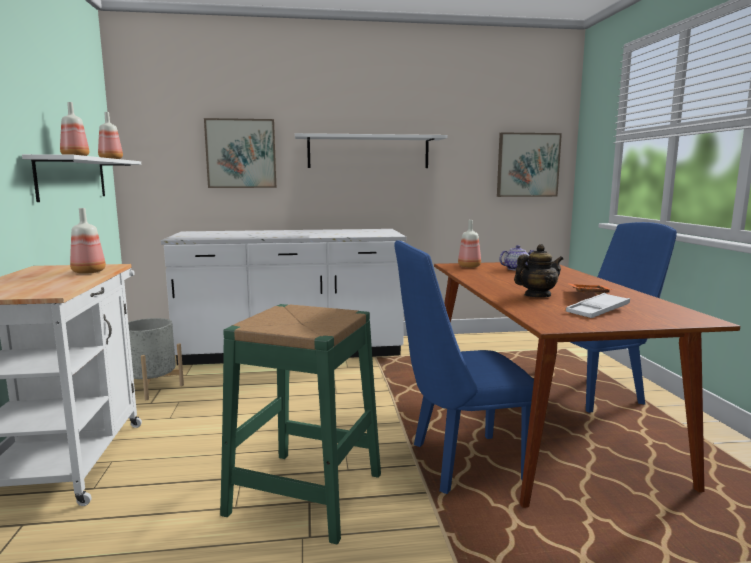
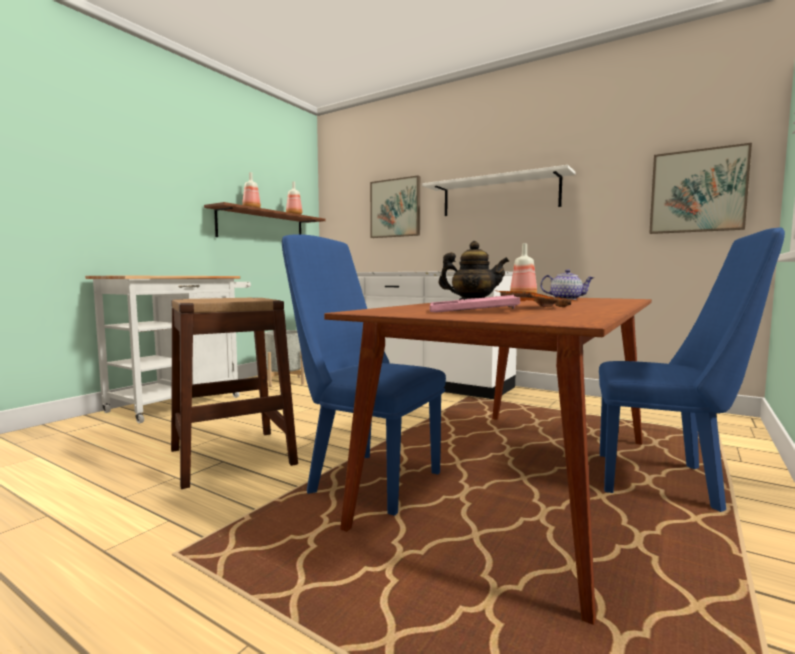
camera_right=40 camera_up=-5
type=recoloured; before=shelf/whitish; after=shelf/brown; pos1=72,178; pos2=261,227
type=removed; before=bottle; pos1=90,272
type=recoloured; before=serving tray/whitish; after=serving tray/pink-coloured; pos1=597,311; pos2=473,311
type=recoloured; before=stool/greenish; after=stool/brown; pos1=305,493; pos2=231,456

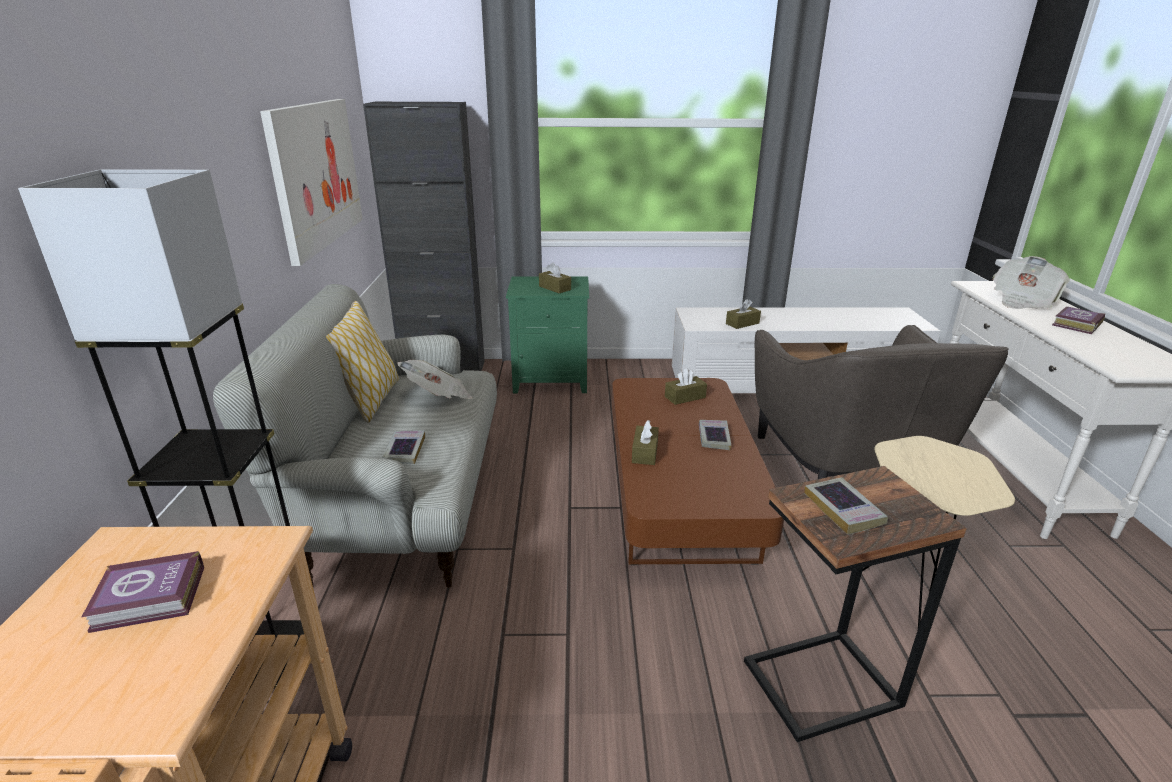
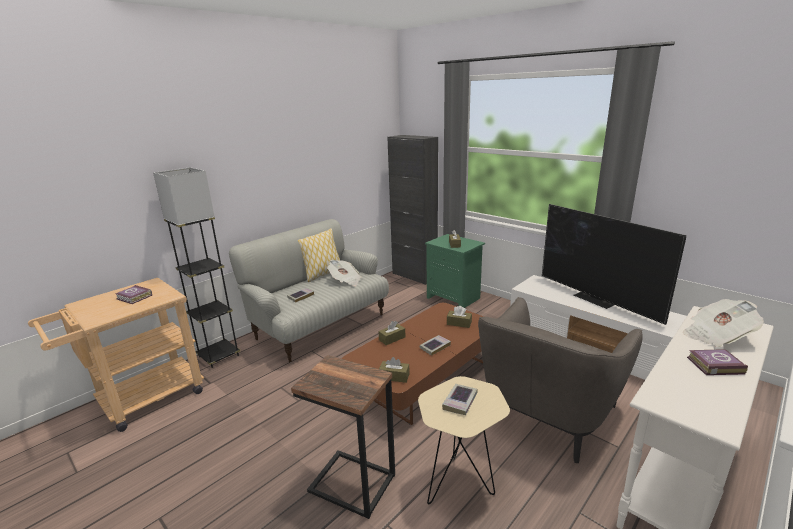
camera_right=45 camera_up=-5
type=removed; before=picture; pos1=316,175
type=moved; before=tissue holder/brown; pos1=742,323; pos2=394,376
type=moved; before=bound book; pos1=843,509; pos2=460,401
type=added; after=TV set; pos2=596,299

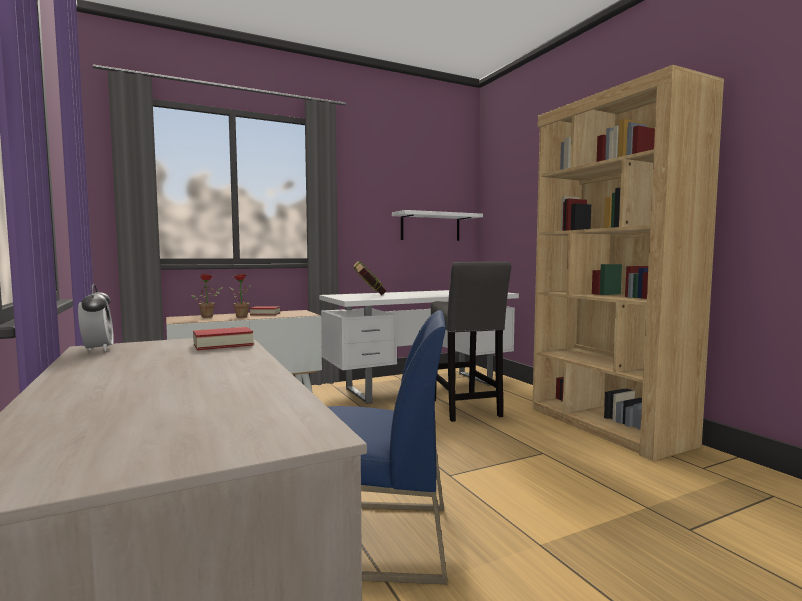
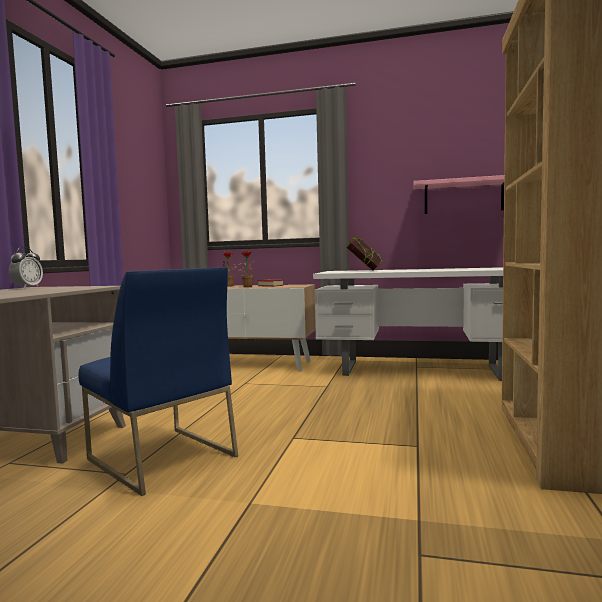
camera_right=40 camera_up=0
type=recoloured; before=shelf/whitish; after=shelf/pink-coloured; pos1=430,227; pos2=463,197
type=removed; before=stool/grey; pos1=465,409
type=removed; before=bound book; pos1=223,344

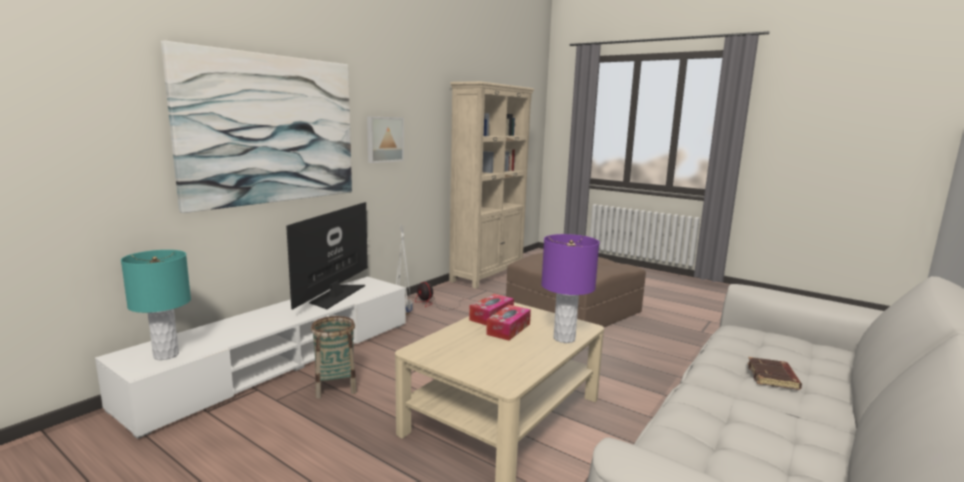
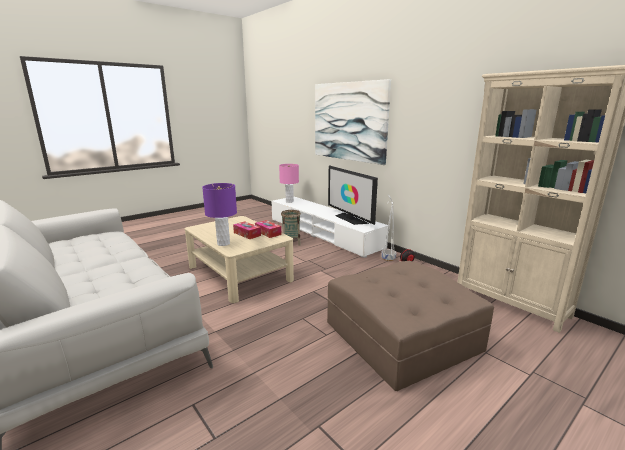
camera_right=105 camera_up=5
type=removed; before=picture; pos1=384,139
type=turned; before=TV set; pos1=336,295; pos2=350,219; turn=-150
type=recoloured; before=lamp for a table/turquoise-coloured; after=lamp for a table/pink-coloured; pos1=166,355; pos2=289,201
type=removed; before=bound book/brown; pos1=773,377

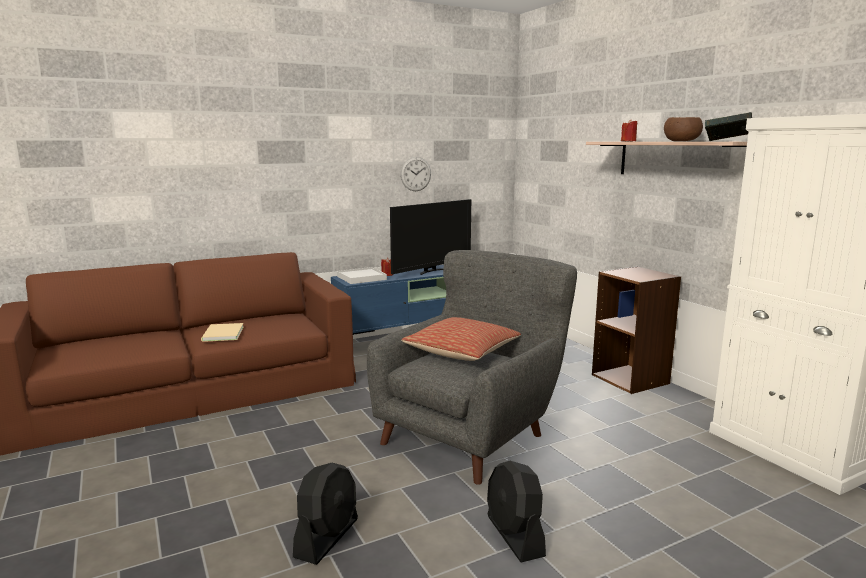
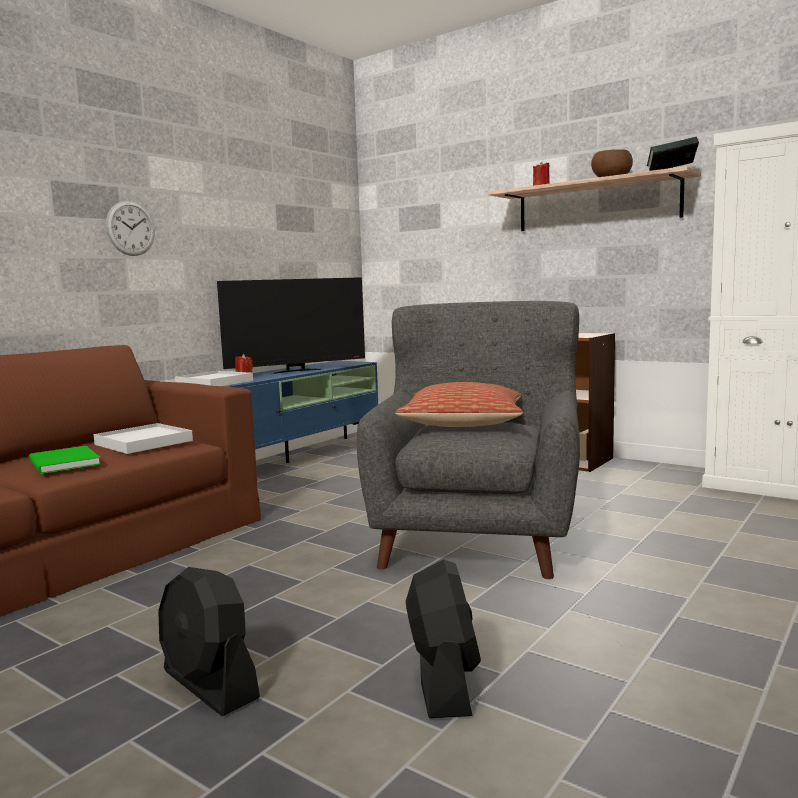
camera_right=-25 camera_up=-5
type=moved; before=wall clock; pos1=415,174; pos2=130,228
type=turned; before=TV set; pos1=431,271; pos2=296,371; turn=45
type=recoloured; before=bound book/beige; after=bound book/greenish; pos1=221,334; pos2=62,463
type=moved; before=electric fan/black-coloured; pos1=515,536; pos2=210,685
type=added; after=serving tray/whitish; pos2=143,442

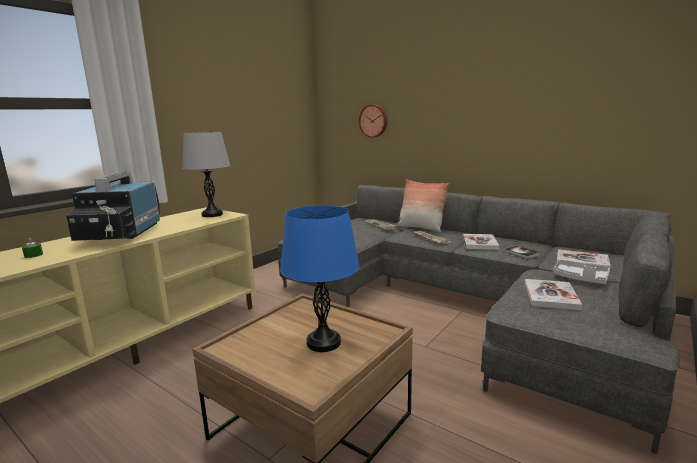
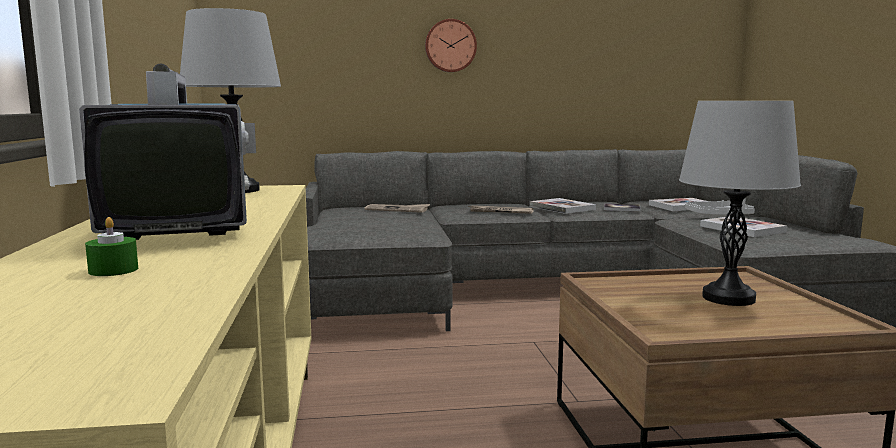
camera_right=-45 camera_up=-5
type=moved; before=wall clock; pos1=373,121; pos2=450,46
type=turned; before=TV set; pos1=121,235; pos2=180,224; turn=-150
type=removed; before=pillow; pos1=421,228
type=recoloured; before=lamp for a table/blue-coloured; after=lamp for a table/grey; pos1=323,342; pos2=728,298

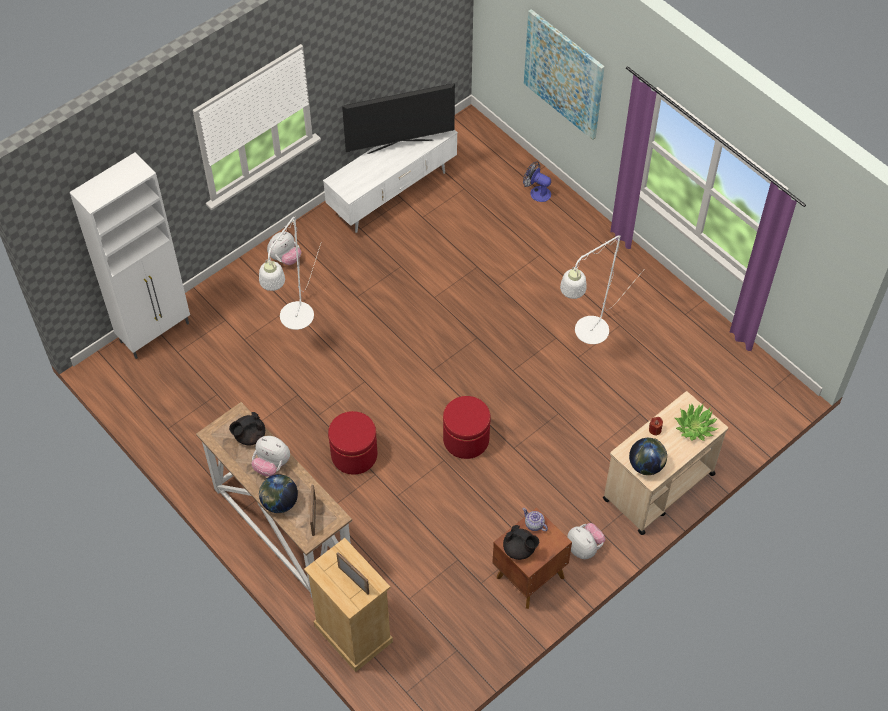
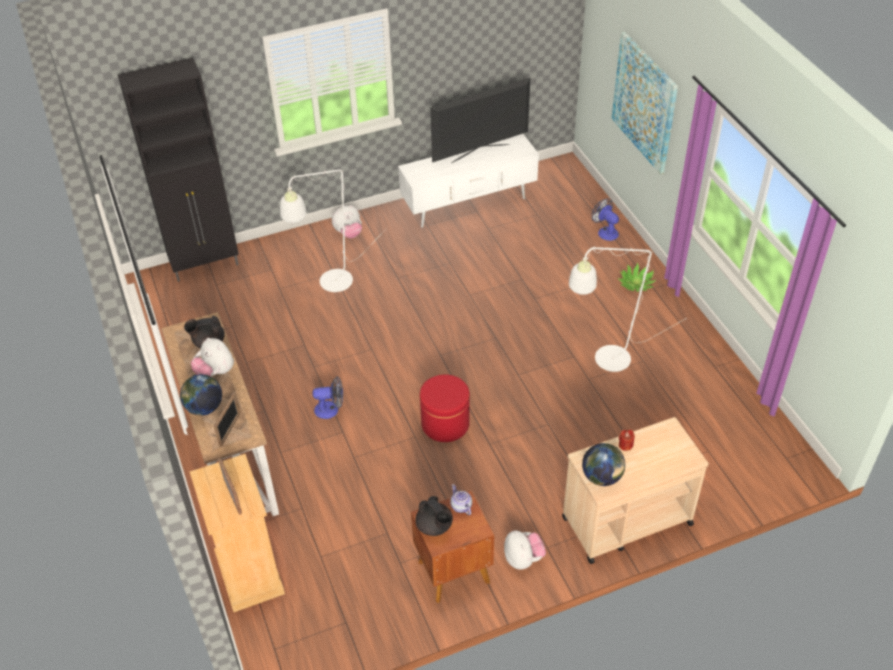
camera_right=20 camera_up=-10
type=turned; before=TV set; pos1=400,146; pos2=481,154; turn=150
type=recoloured; before=cupboard/whitish; after=cupboard/black-coloured; pos1=156,332; pos2=206,265
type=moved; before=plant in a pot; pos1=694,427; pos2=636,284
type=replaced; before=pouffe/red; after=electric fan; pos1=354,455; pos2=331,409

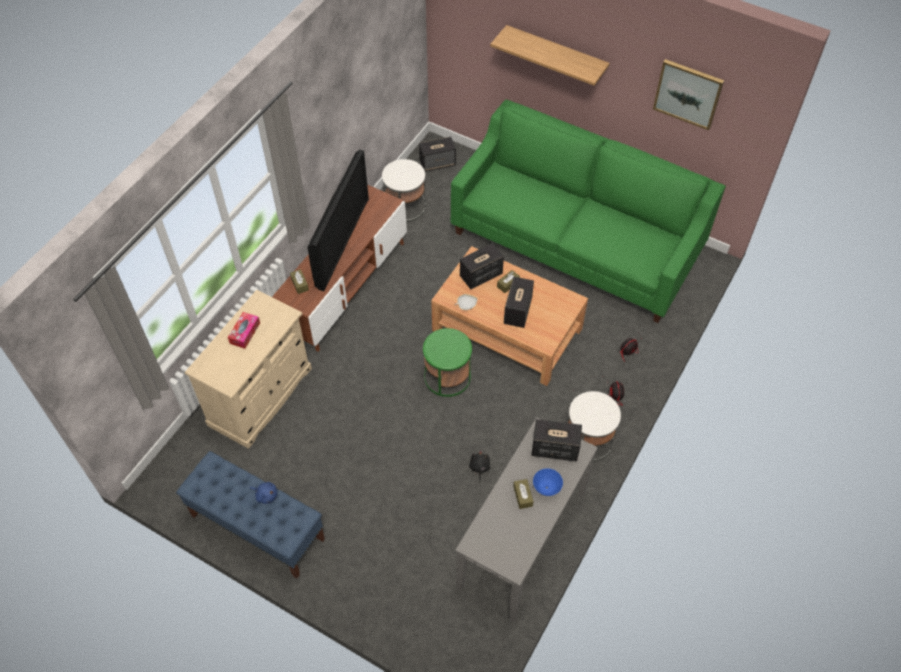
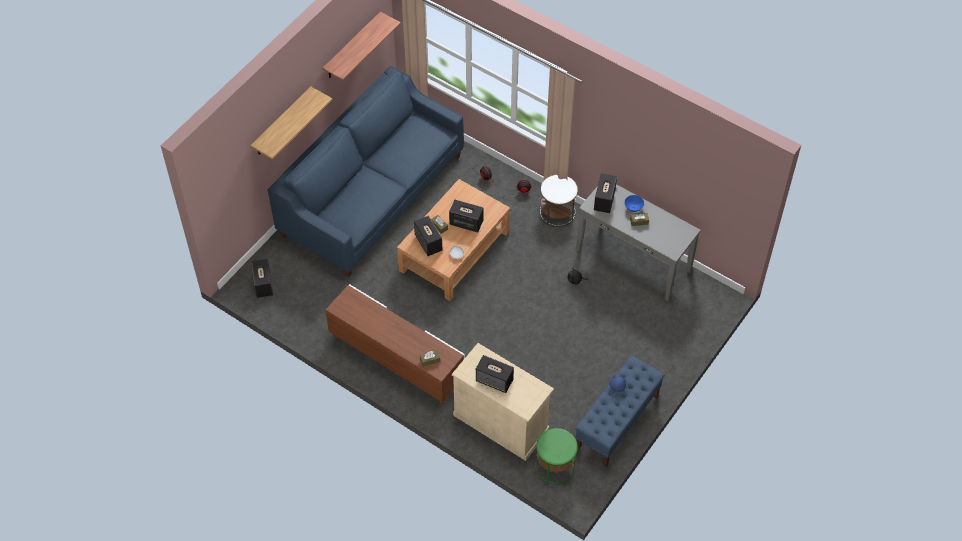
camera_right=-85 camera_up=0
type=replaced; before=picture; after=shelf; pos1=688,93; pos2=352,46
type=recoloured; before=sofa/greenish; after=sofa/blue-coloured; pos1=576,242; pos2=372,195
type=removed; before=TV set; pos1=340,241
type=removed; before=end table/whitish; pos1=405,206
type=replaced; before=tissue holder; after=loudspeaker; pos1=245,333; pos2=494,380
type=moved; before=end table/greenish; pos1=447,377; pos2=555,467

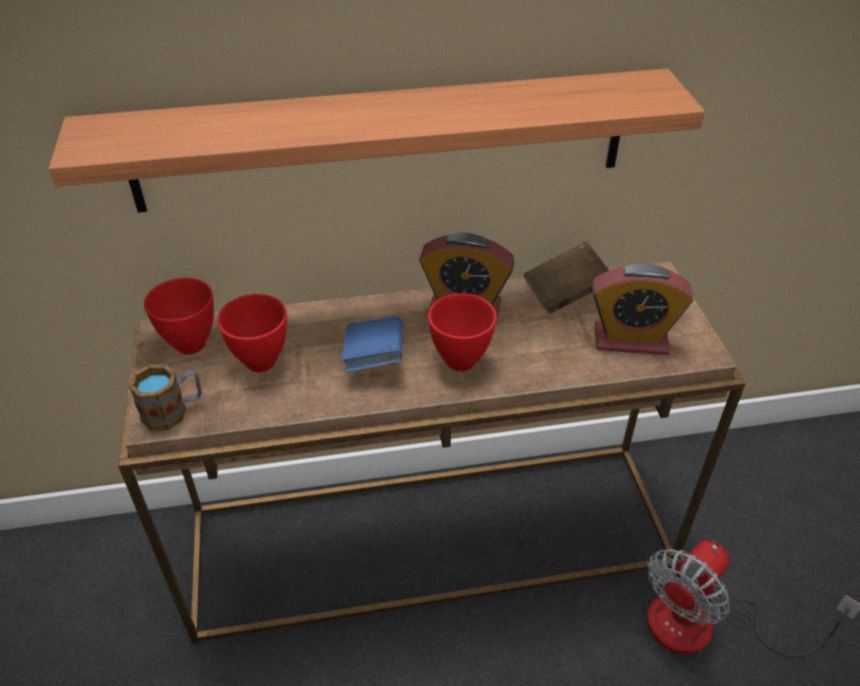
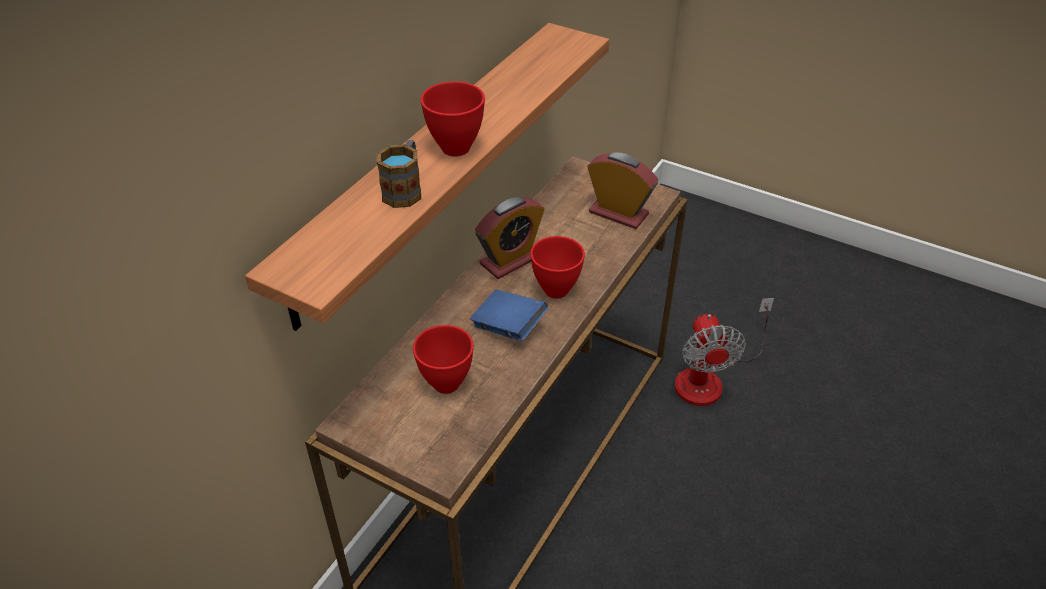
camera_right=-50 camera_up=0
type=removed; before=bound book/brown; pos1=565,293
type=turned; before=table clock; pos1=631,340; pos2=618,213; turn=-105
type=moved; before=deep dish/red; pos1=192,344; pos2=456,147
type=moved; before=coffee mug; pos1=173,411; pos2=405,189

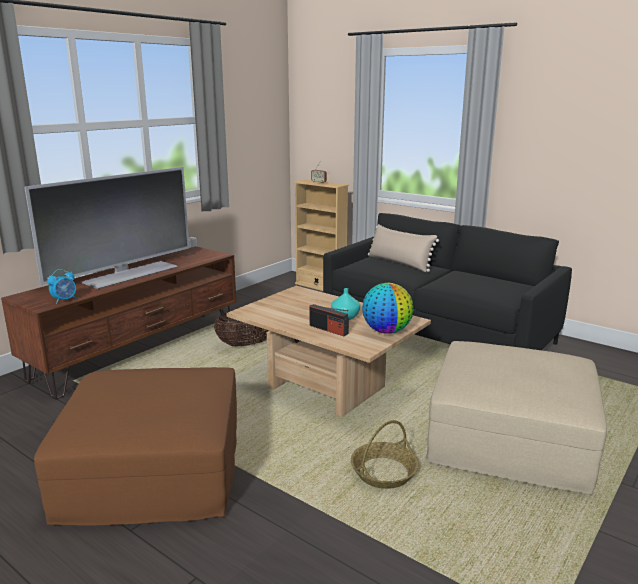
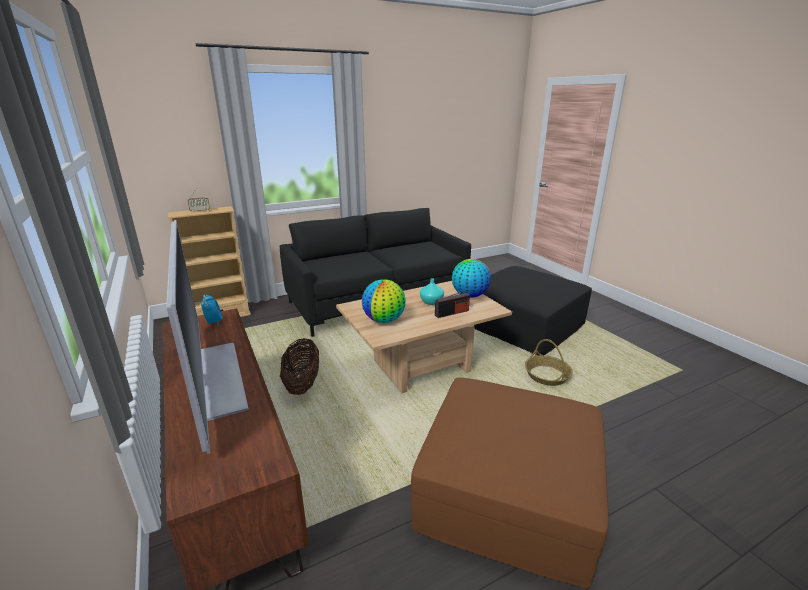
camera_right=-65 camera_up=5
type=removed; before=pillow/beige; pos1=399,263
type=moved; before=table clock; pos1=65,300; pos2=214,322
type=recoloured; before=pouffe/beige; after=pouffe/black-coloured; pos1=511,438; pos2=524,324
type=added; after=globe; pos2=384,320

